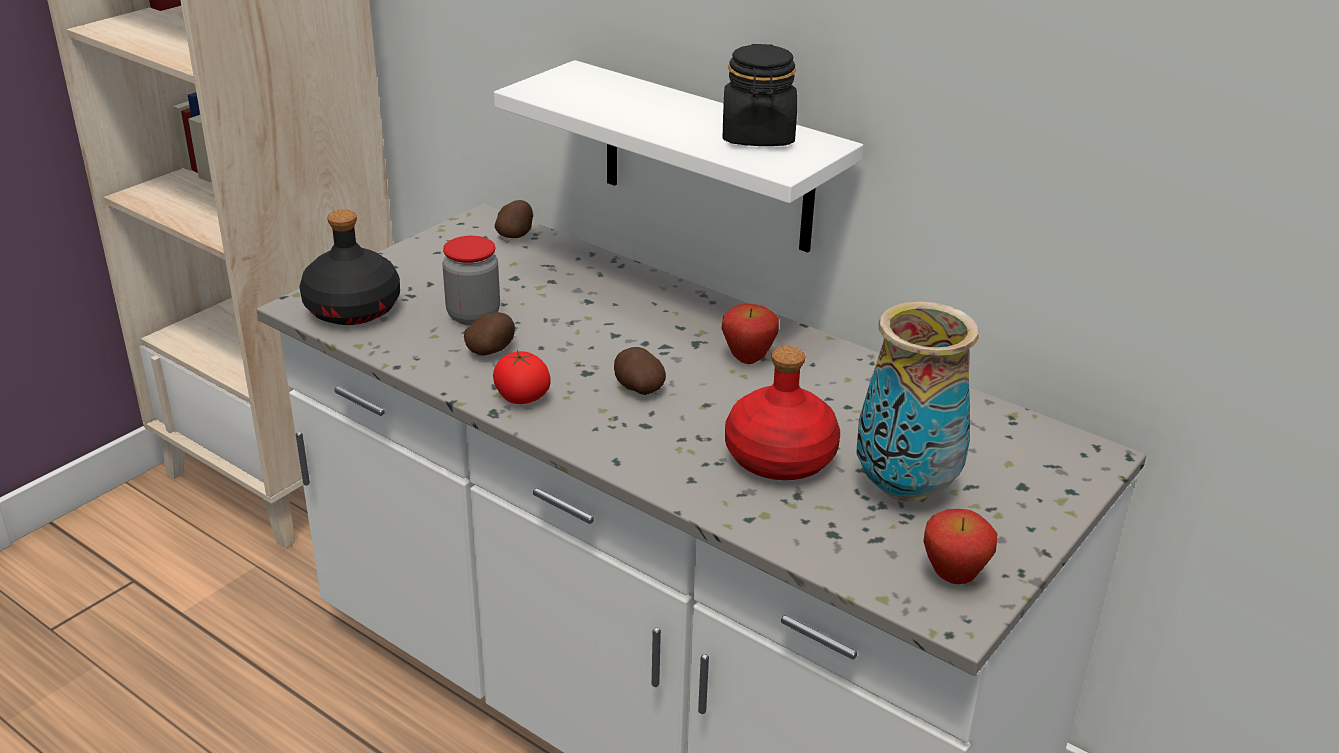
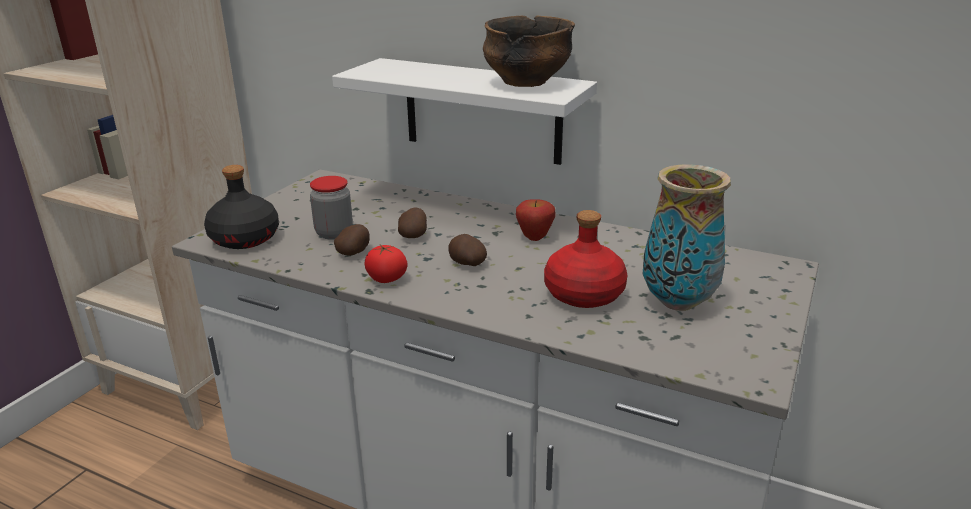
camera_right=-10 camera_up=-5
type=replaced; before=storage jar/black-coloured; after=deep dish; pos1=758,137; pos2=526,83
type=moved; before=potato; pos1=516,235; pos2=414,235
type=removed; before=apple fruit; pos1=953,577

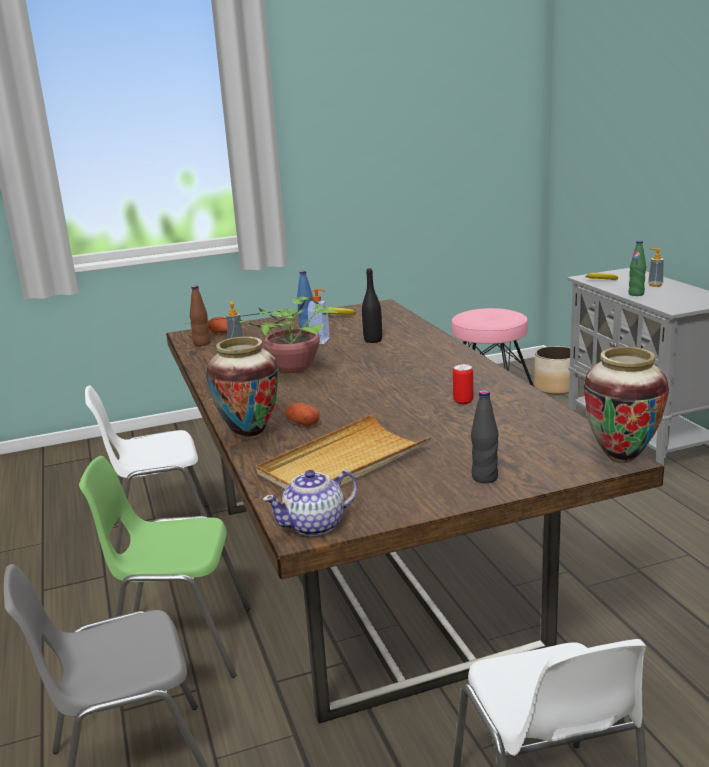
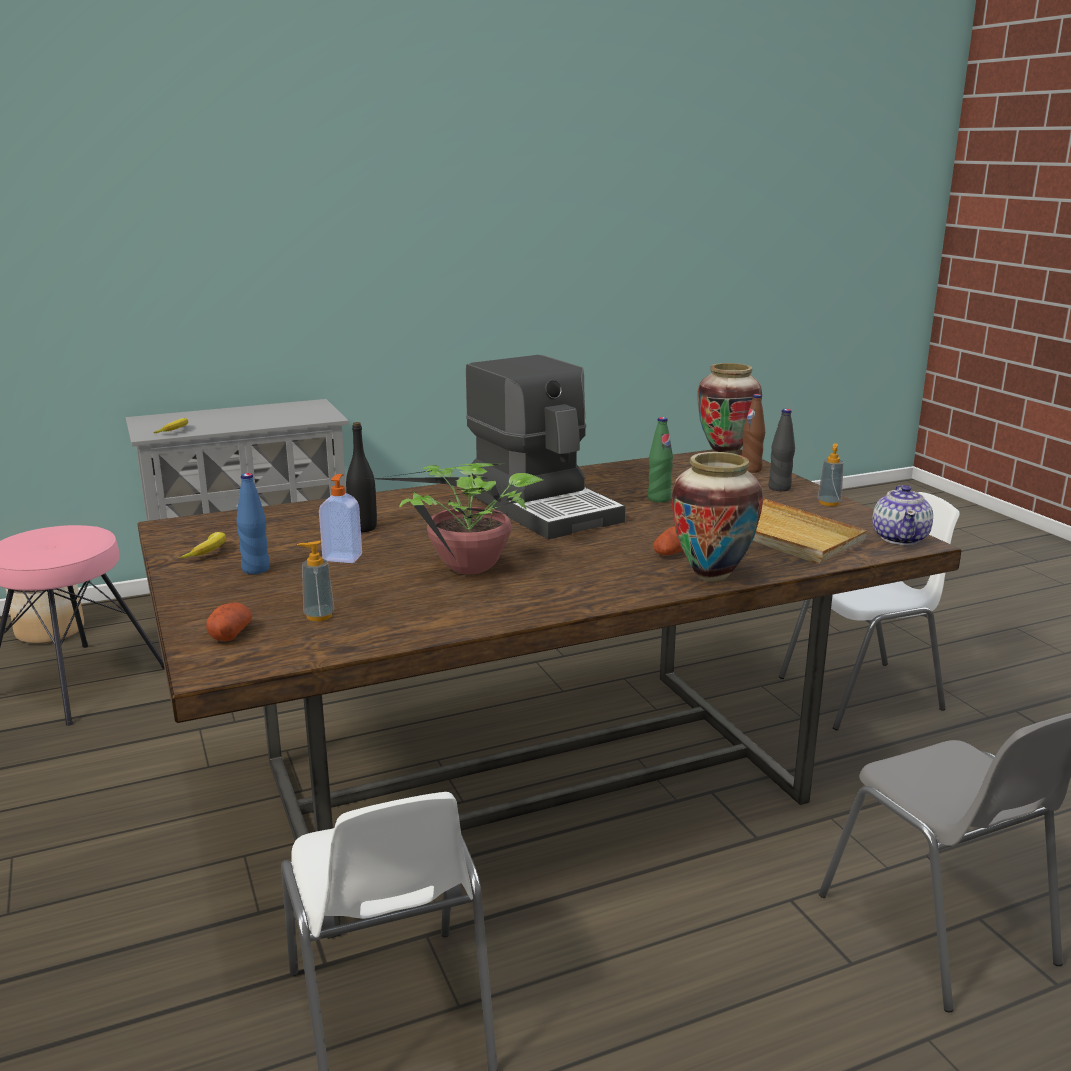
camera_right=-95 camera_up=0
type=moved; before=bottle/greenish; pos1=636,294; pos2=659,499
type=moved; before=liquid soap bottle; pos1=655,285; pos2=829,503
type=moved; before=bottle/brown; pos1=202,343; pos2=751,469
type=removed; before=can; pos1=463,401
type=removed; before=plain chair/greenish; pos1=180,643
type=turned; before=tea pot; pos1=315,525; pos2=900,538; turn=45
type=added; after=coffee brewer; pos2=544,507

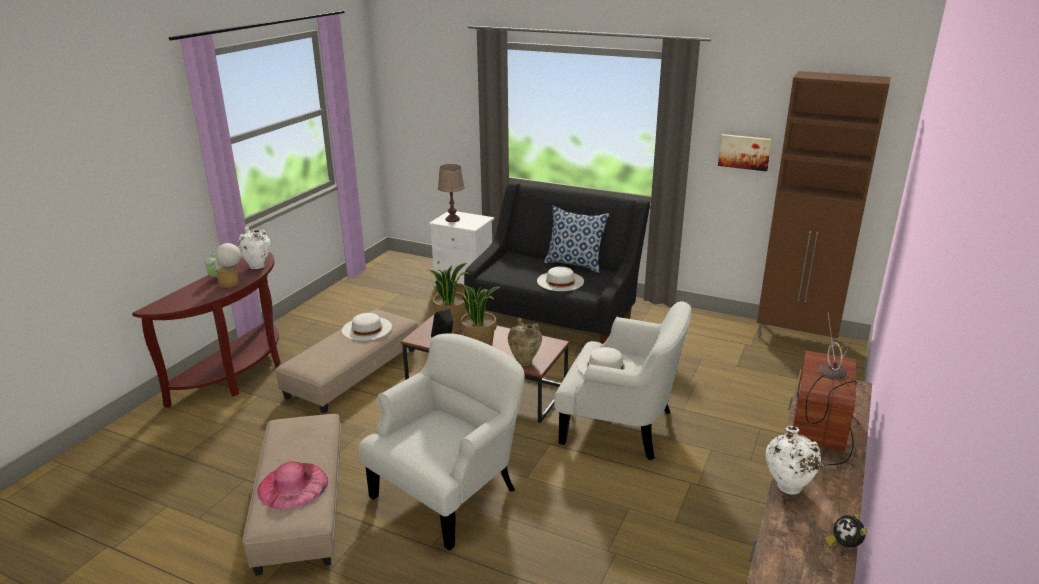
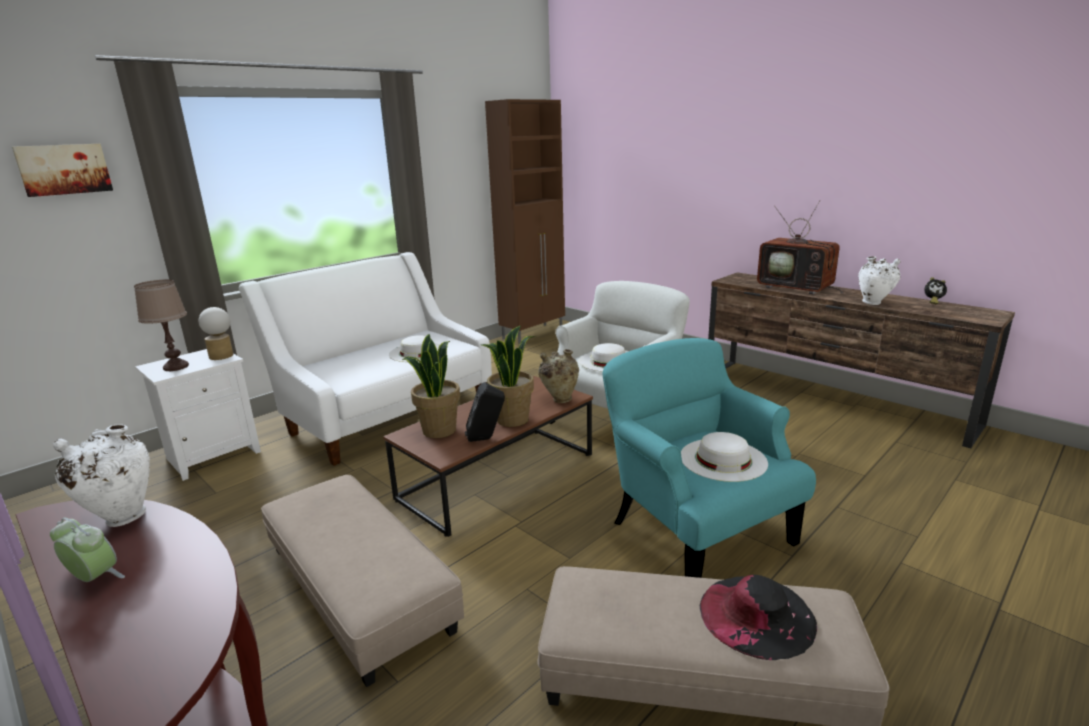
camera_right=-70 camera_up=-5
type=moved; before=picture; pos1=744,152; pos2=64,169
type=recoloured; before=sofa/black-coloured; after=sofa/whitish; pos1=555,317; pos2=385,414
type=removed; before=pillow; pos1=575,264
type=moved; before=lamp for a table; pos1=232,283; pos2=222,355
type=moved; before=hat/whitish; pos1=367,328; pos2=723,459
type=recoloured; before=armchair/whitish; after=armchair/turquoise-coloured; pos1=448,492; pos2=695,531
type=recoloured; before=hat/pink-coloured; after=hat/black-coloured; pos1=293,485; pos2=757,615

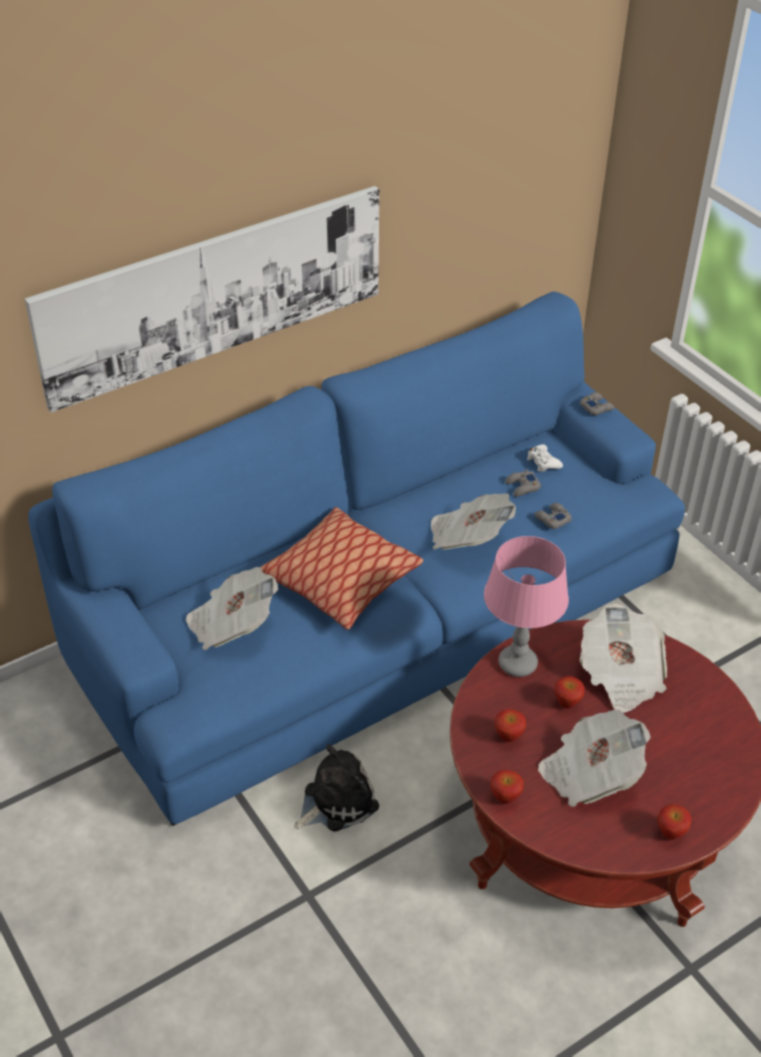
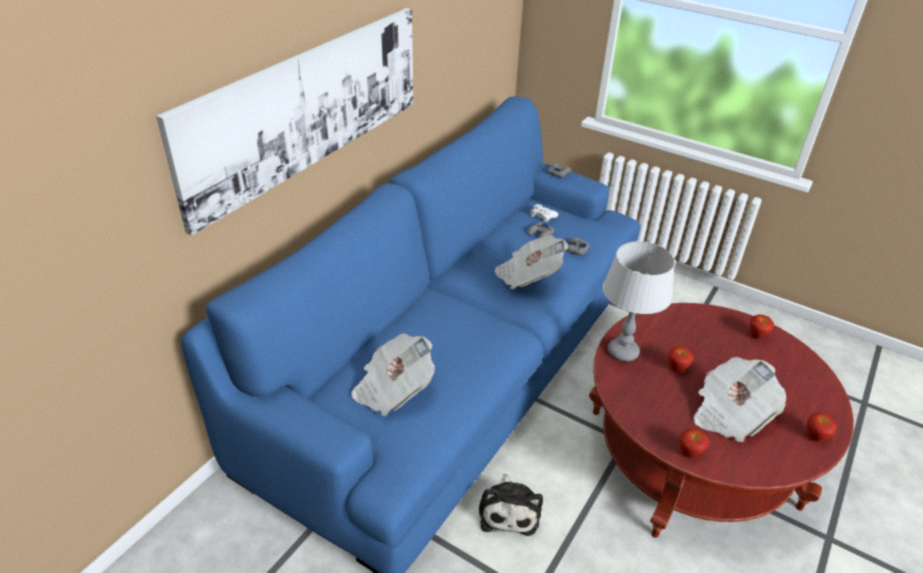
camera_right=-25 camera_up=-5
type=removed; before=pillow; pos1=341,580
type=recoloured; before=lamp for a table/pink-coloured; after=lamp for a table/grey; pos1=518,664; pos2=623,352
type=removed; before=printed paper; pos1=621,675
type=moved; before=apple fruit; pos1=508,737; pos2=756,336
type=turned; before=soft toy; pos1=336,801; pos2=509,510; turn=150

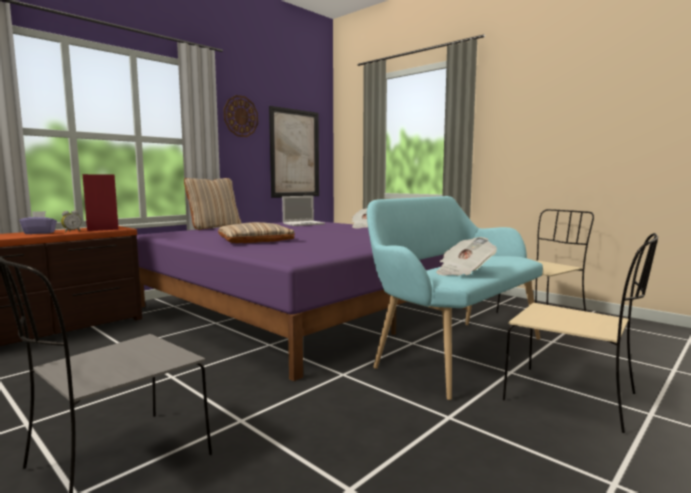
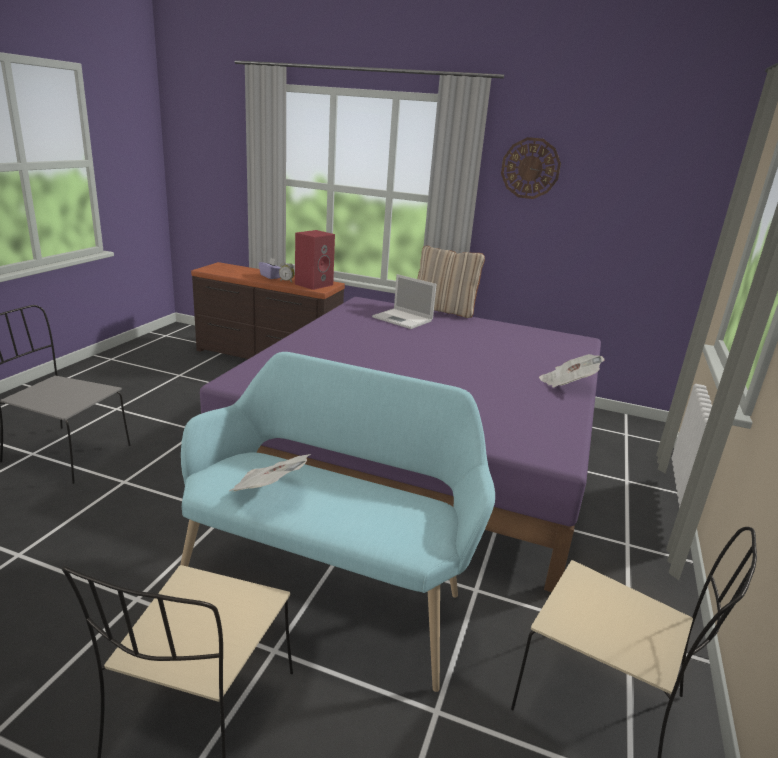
camera_right=65 camera_up=15
type=removed; before=picture; pos1=295,153
type=moved; before=portable computer; pos1=304,224; pos2=403,319
type=removed; before=pillow/beige; pos1=255,240

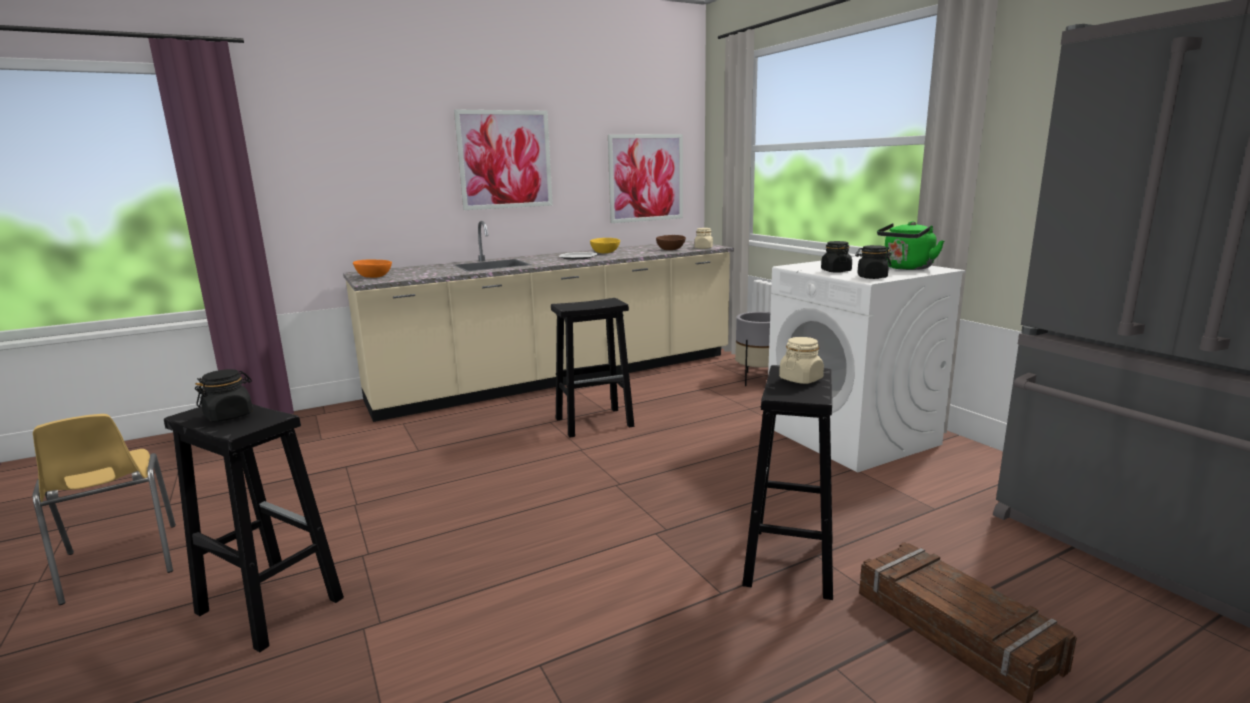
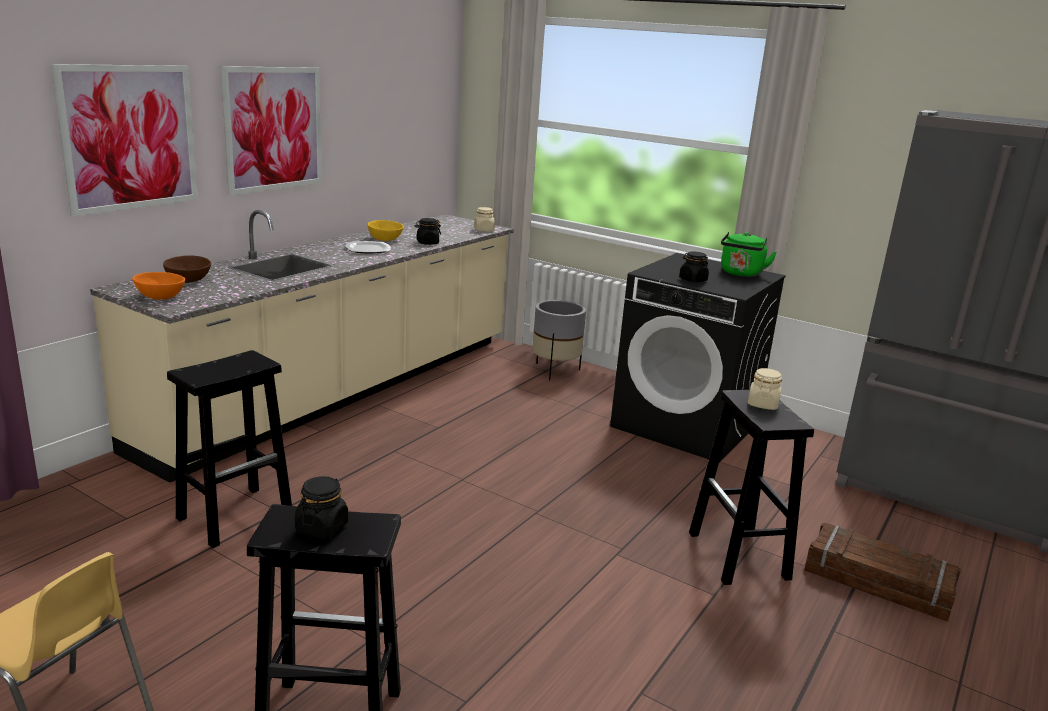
camera_right=-30 camera_up=5
type=moved; before=picture; pos1=646,178; pos2=130,138
type=moved; before=deep dish/brown; pos1=670,249; pos2=187,280
type=moved; before=storage jar/black-coloured; pos1=871,277; pos2=427,243
type=recoloured; before=laundry appliance/whitish; after=laundry appliance/black-coloured; pos1=852,436; pos2=686,426
type=moved; before=stool/black-coloured; pos1=595,422; pos2=236,515

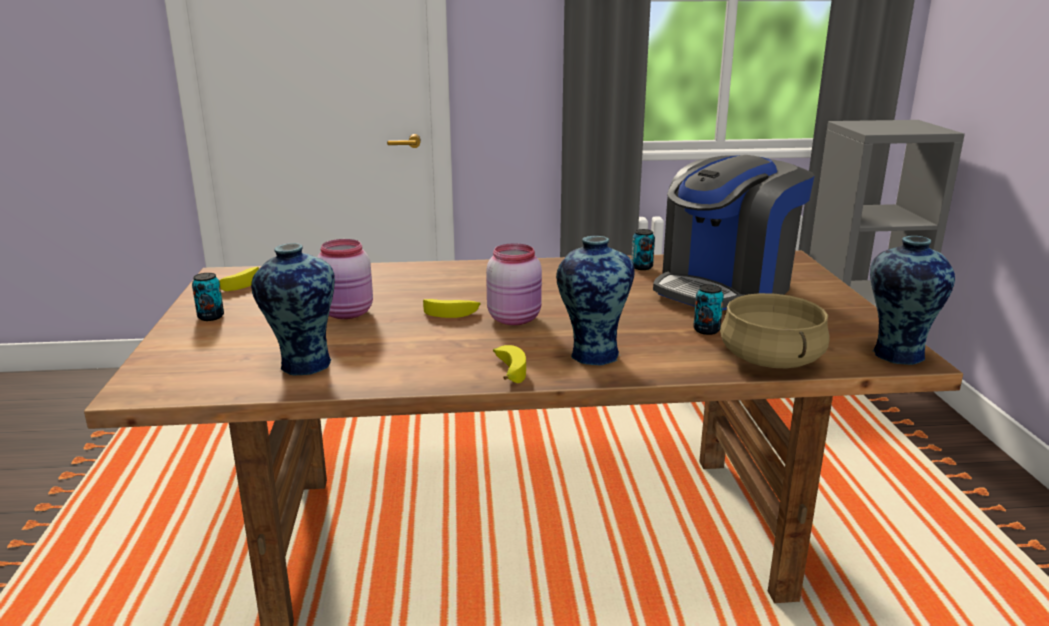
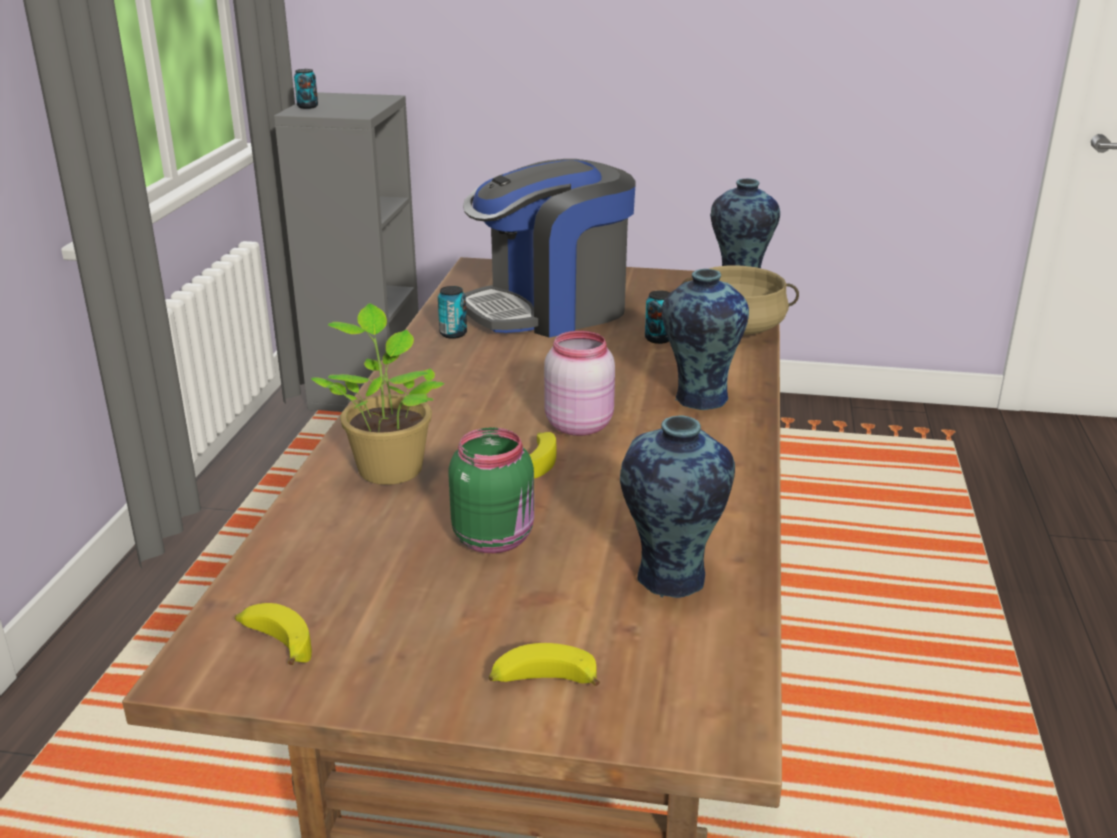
camera_right=-75 camera_up=5
type=turned; before=coffee brewer; pos1=725,288; pos2=550,310; turn=90
type=recoloured; before=storage jar/pink-coloured; after=storage jar/greenish; pos1=348,313; pos2=495,538
type=moved; before=can; pos1=211,317; pos2=307,107
type=moved; before=banana; pos1=507,370; pos2=542,682
type=added; after=plant in a pot; pos2=389,467

